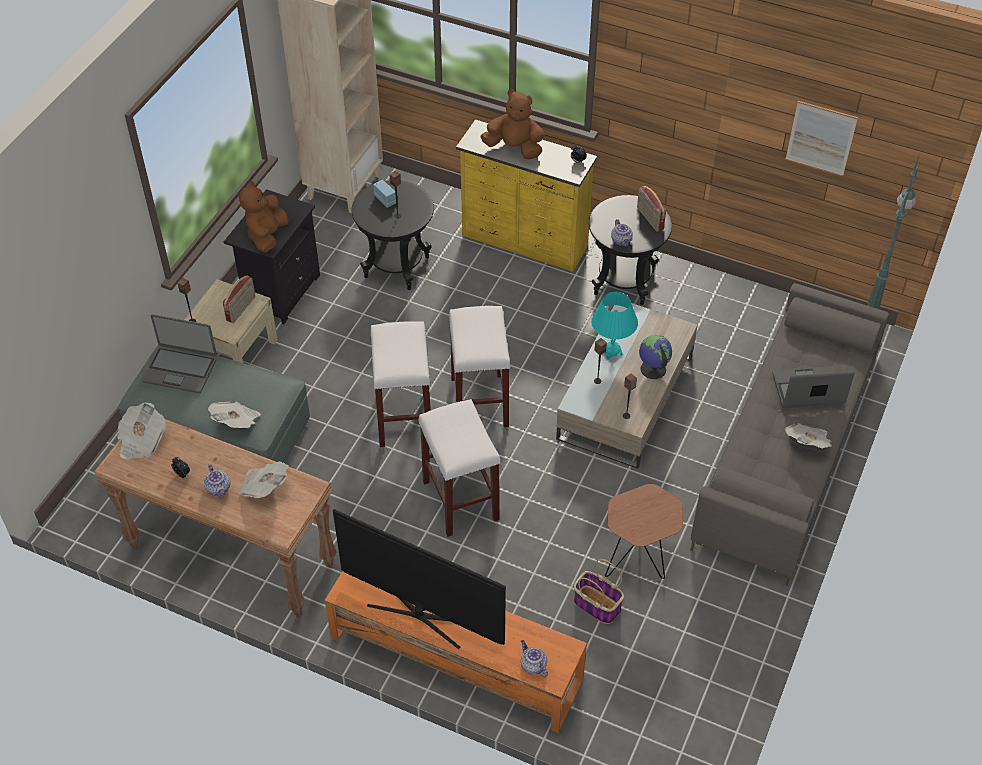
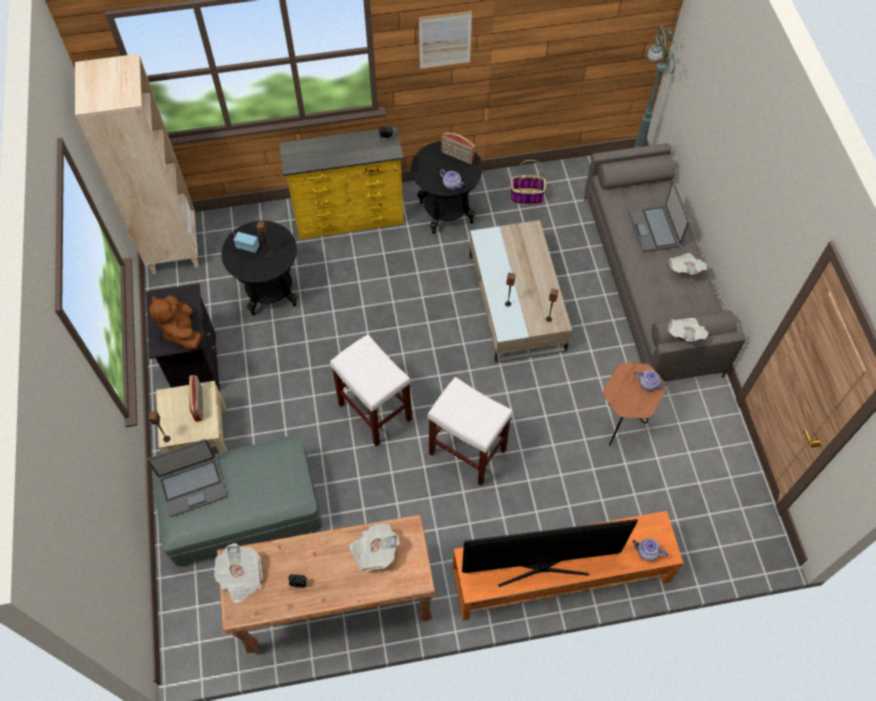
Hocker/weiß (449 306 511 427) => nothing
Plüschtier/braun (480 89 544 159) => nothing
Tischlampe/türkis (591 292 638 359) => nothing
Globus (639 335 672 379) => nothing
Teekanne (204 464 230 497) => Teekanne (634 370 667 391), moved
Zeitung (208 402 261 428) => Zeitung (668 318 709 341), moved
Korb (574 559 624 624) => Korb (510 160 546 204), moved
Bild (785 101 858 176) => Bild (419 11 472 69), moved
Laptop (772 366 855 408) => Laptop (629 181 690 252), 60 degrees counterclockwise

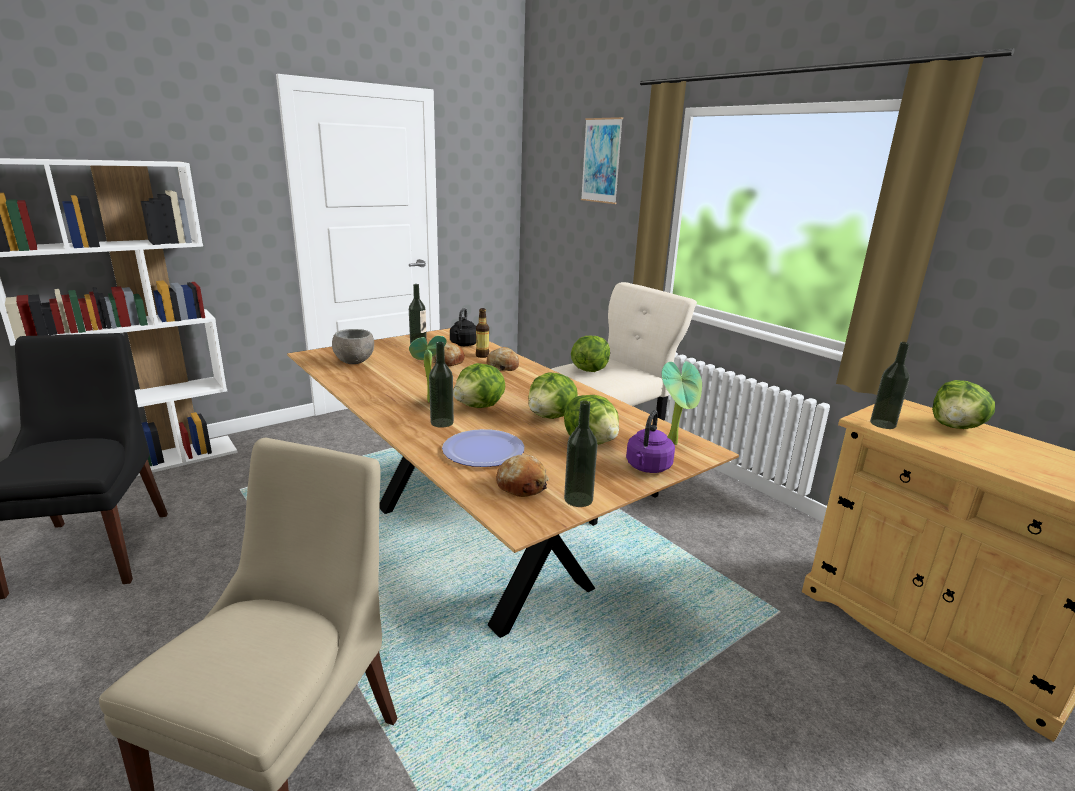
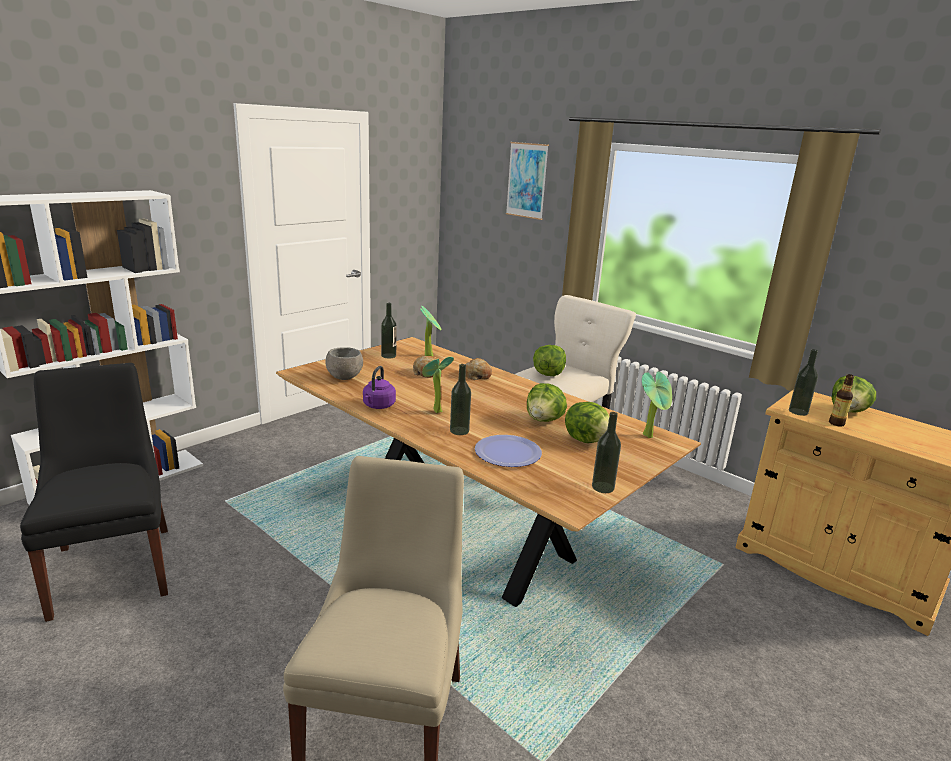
Salatkopf (453 363 505 408) => nothing
Brot (496 454 549 497) => nothing
Flasche (476 308 489 358) => Flasche (829 374 854 427), moved
Wasserkessel/lila (626 410 675 473) => Wasserkessel/lila (363 366 396 409), moved
Wasserkessel/schwarz (450 308 476 346) => Topfpflanze (420 306 442 356)

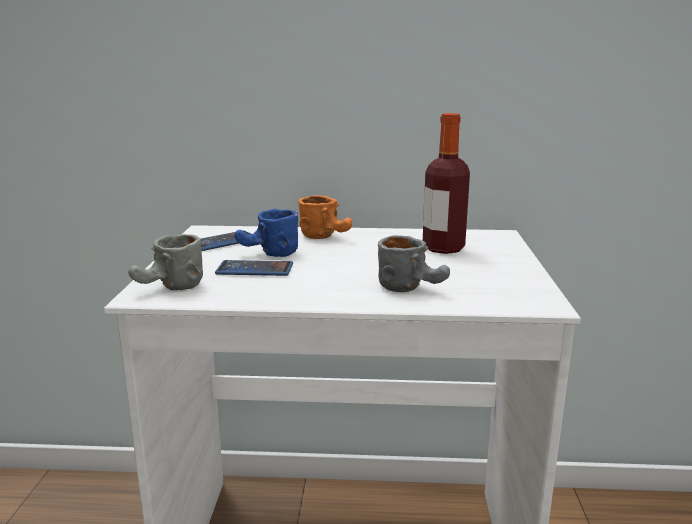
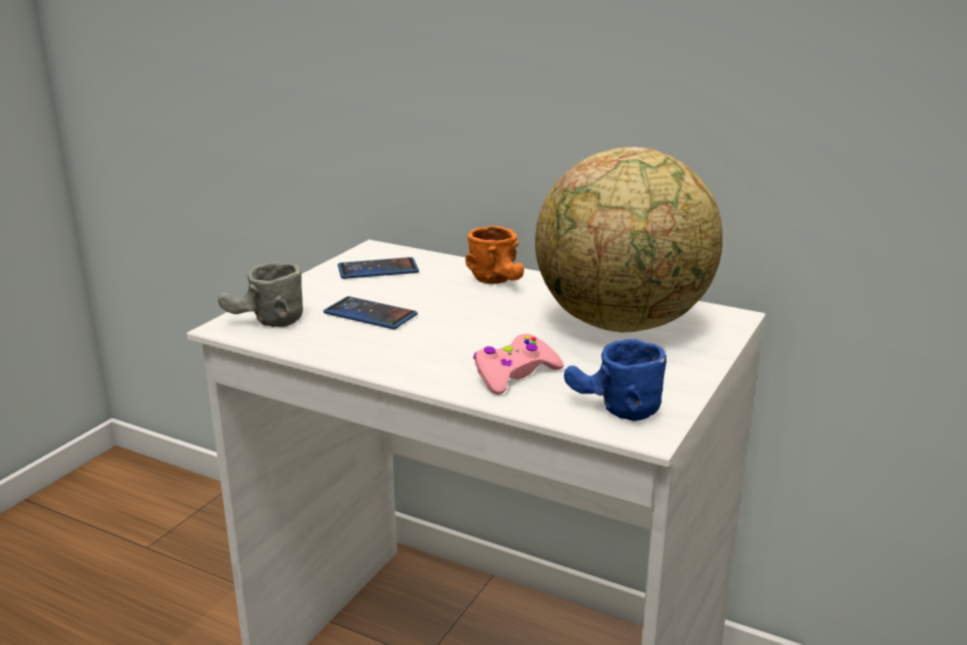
Henkelbecher/blau (235 209 298 257) => Henkelbecher/blau (564 339 667 421), moved
Henkelbecher/grau (378 235 450 292) => Gamepad/rosa (473 334 564 395)
Flasche (423 113 470 254) => Globus (535 147 723 332)

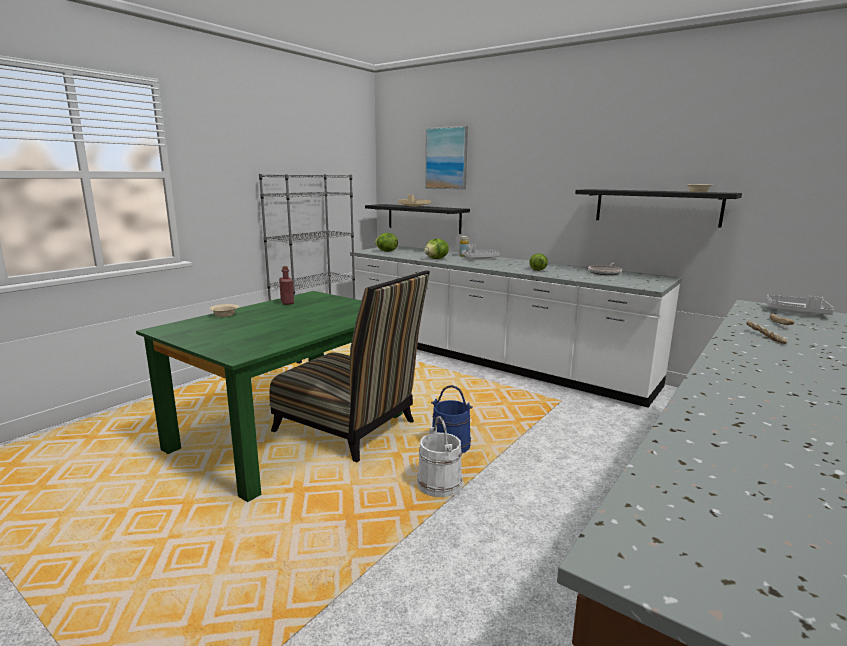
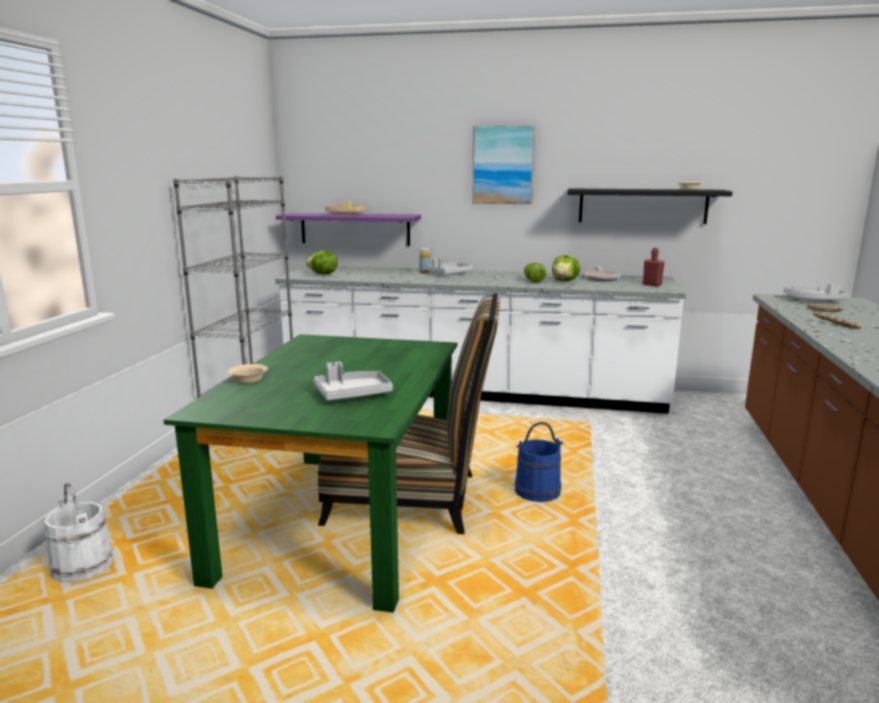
nothing => Tablett/grau (314 362 393 401)
Flasche/rot (279 266 294 305) => Flasche/rot (643 248 664 286), moved
Eimer/weiß (417 416 463 497) => Eimer/weiß (44 483 113 583), moved
Salatkopf (424 239 449 259) => Salatkopf (552 255 580 281), moved
Bild (425 126 468 190) => Bild (472 125 535 204), moved
Wandregal/schwarz (365 204 470 234) => Wandregal/lila (276 213 421 246)

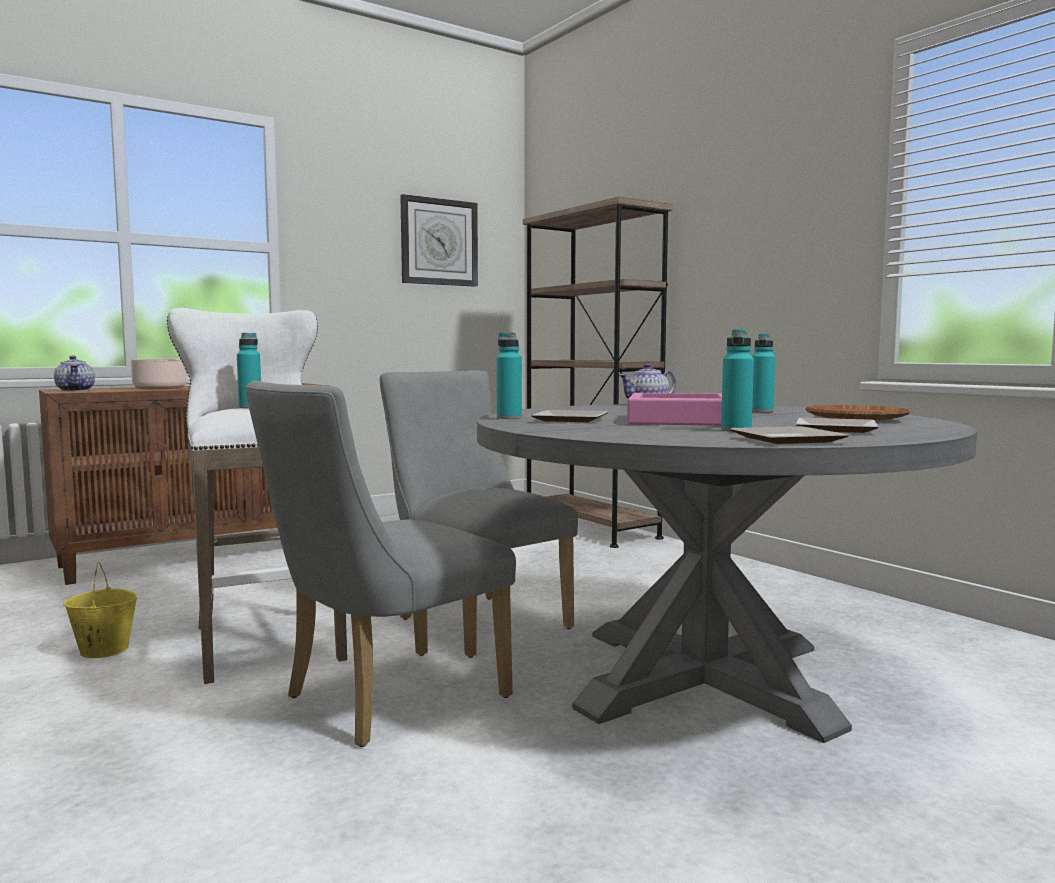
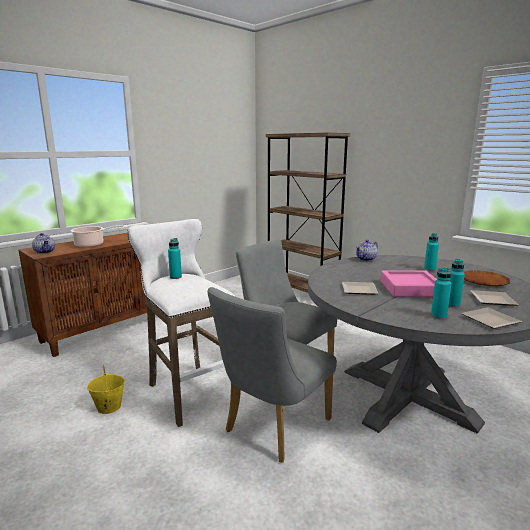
Wanduhr (400 194 478 287) => nothing
Flasche/türkis (496 332 522 419) => Flasche/türkis (431 268 452 320), moved

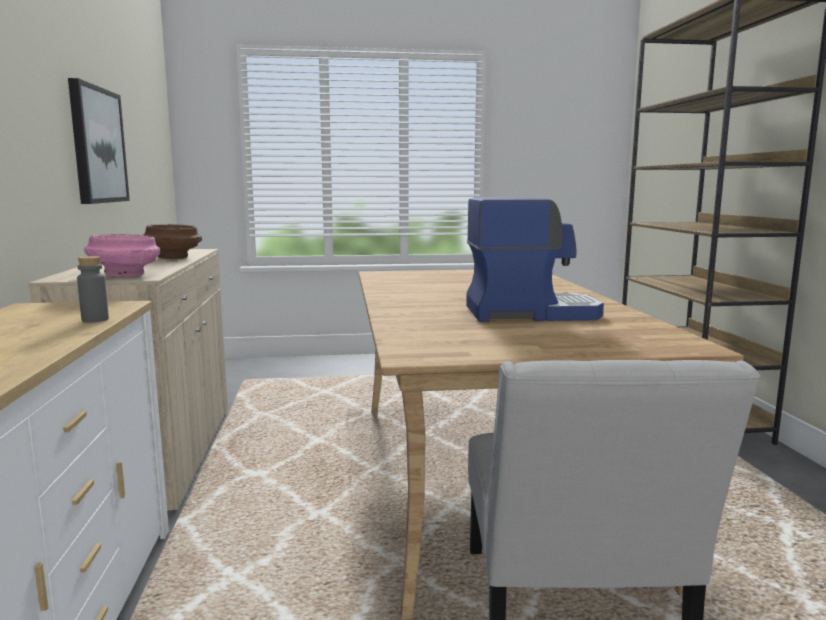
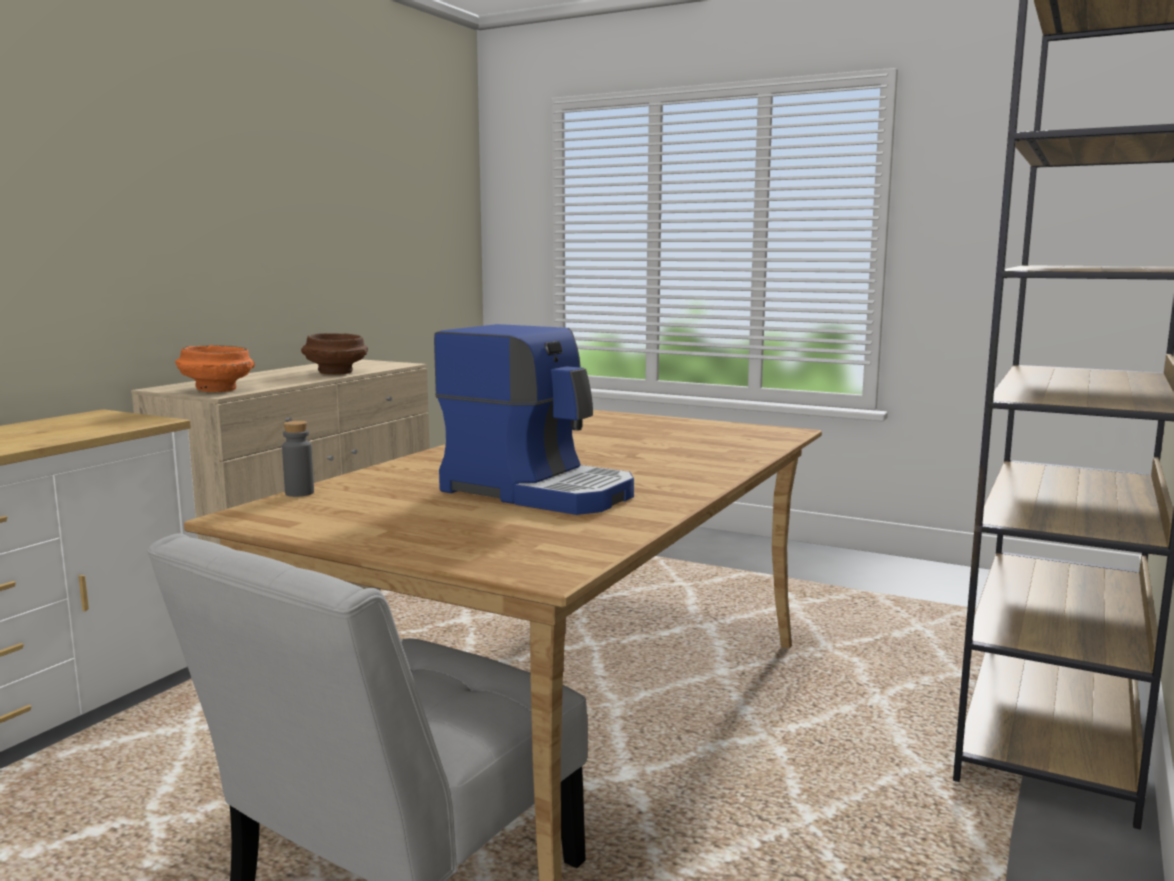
Bild (68 78 130 204) => nothing
Flasche/grau (77 256 109 323) => Flasche/grau (282 421 314 497), moved
Schüssel/rosa (84 234 160 277) => Schüssel/orange (175 345 255 392)

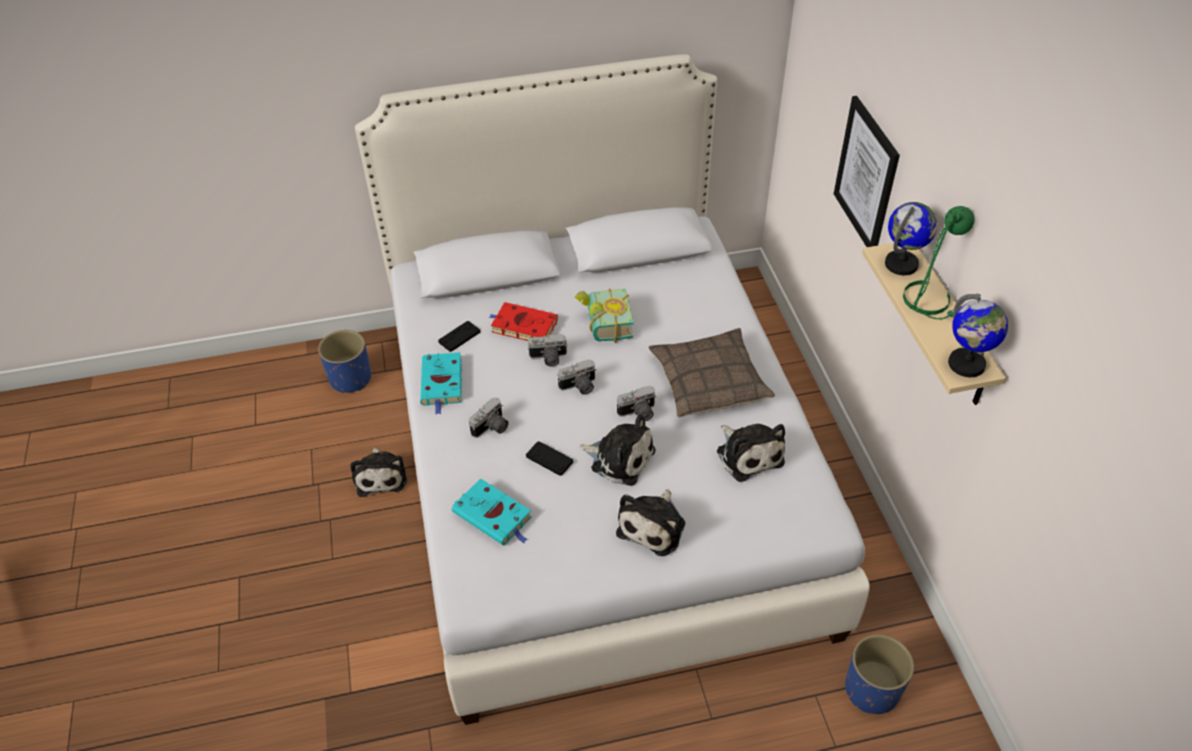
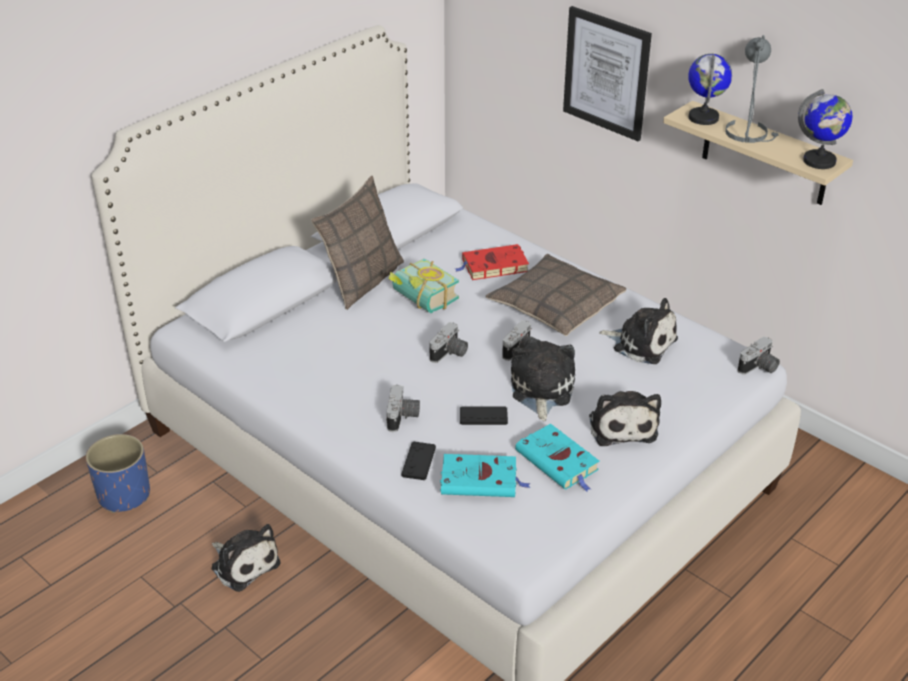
Pflanzkübel/blau (845 634 914 714) => nothing
nothing => Kissen (311 176 404 310)
Buch/türkis (420 352 462 415) => Buch/türkis (515 423 600 491), moved
Gamepad/schwarz (438 321 480 352) => Gamepad/schwarz (401 441 436 480), moved
Buch/rot (489 302 558 341) => Buch/rot (455 244 529 280), moved
Kamera (528 334 568 367) => Kamera (738 336 780 375), moved
Tischlampe/grün (903 206 975 319) => Tischlampe/grau (725 35 778 143)
Plüschtier (580 414 655 486) => Plüschtier (511 341 575 421), 75 degrees counterclockwise

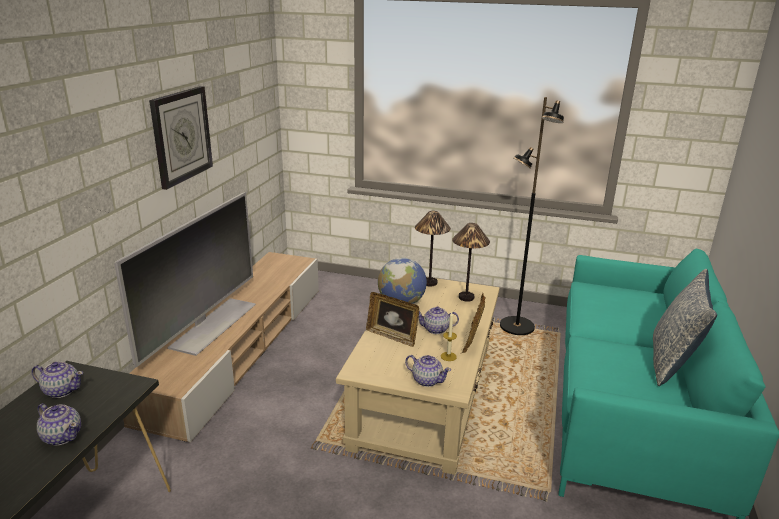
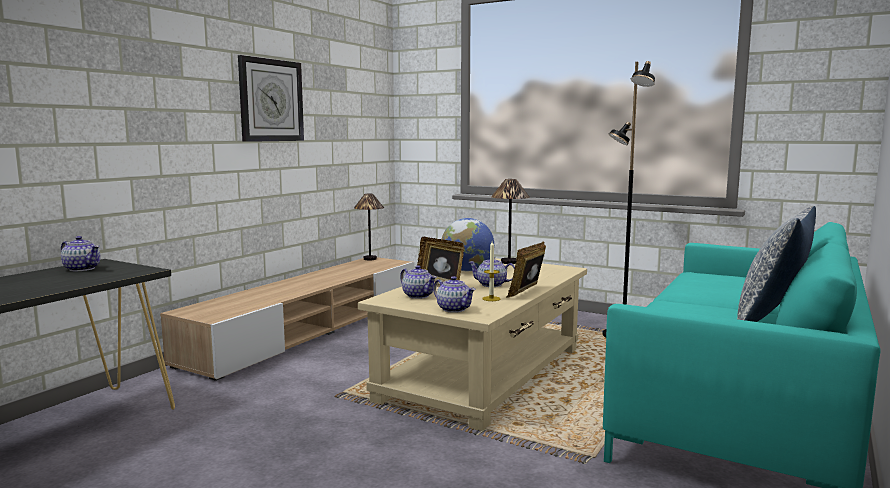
Fernseher (114 192 256 367) => nothing
Teekanne (37 403 81 445) => Teekanne (400 265 437 299), moved
Tischlampe (452 223 490 302) => Tischlampe (354 194 384 260), moved

